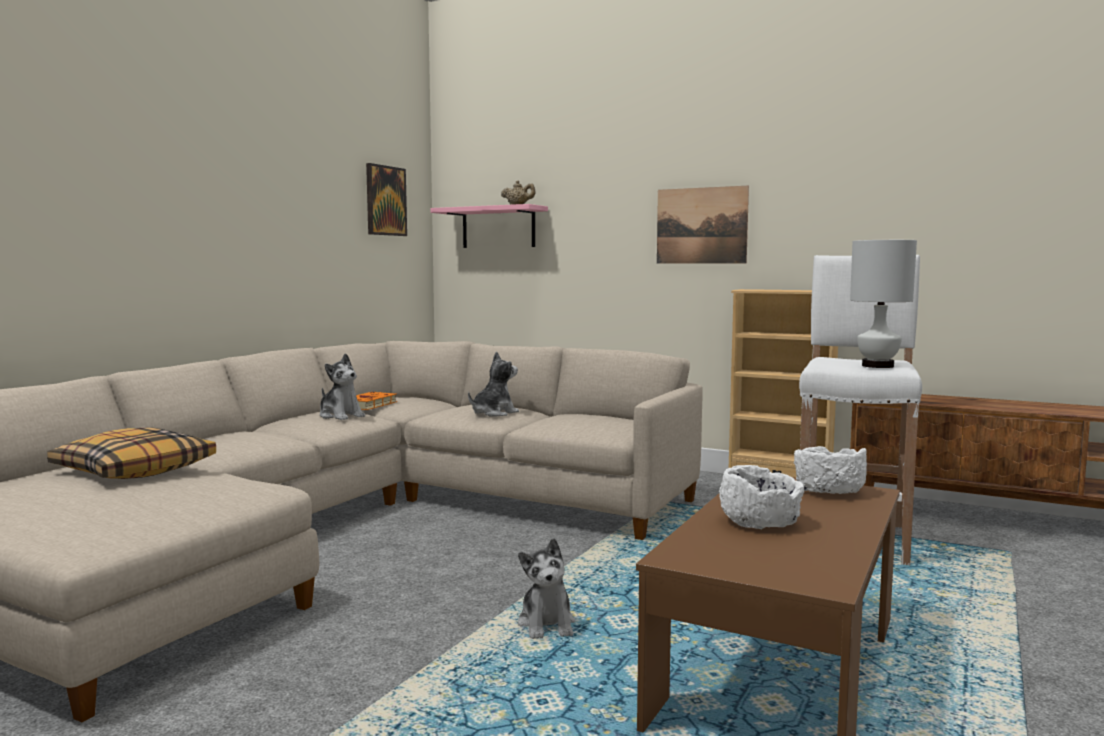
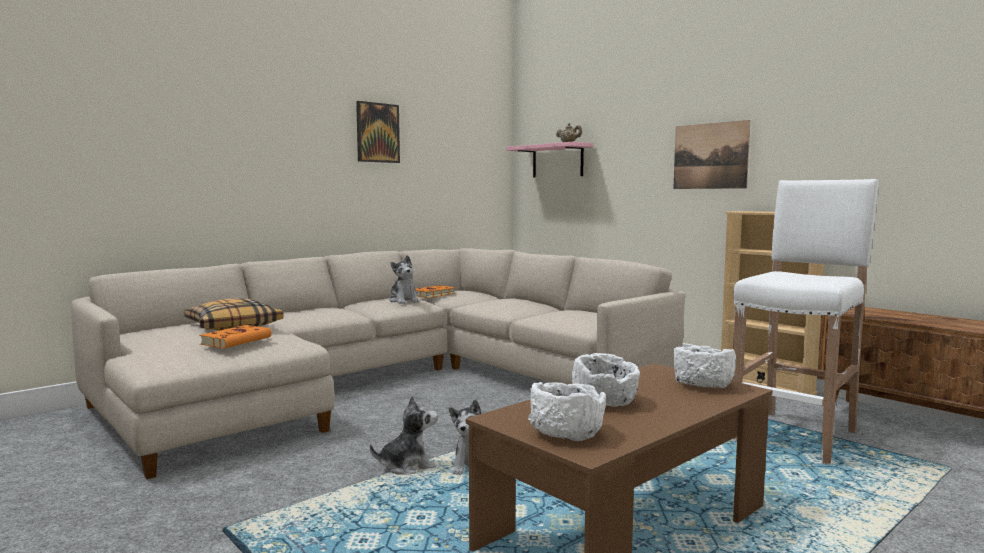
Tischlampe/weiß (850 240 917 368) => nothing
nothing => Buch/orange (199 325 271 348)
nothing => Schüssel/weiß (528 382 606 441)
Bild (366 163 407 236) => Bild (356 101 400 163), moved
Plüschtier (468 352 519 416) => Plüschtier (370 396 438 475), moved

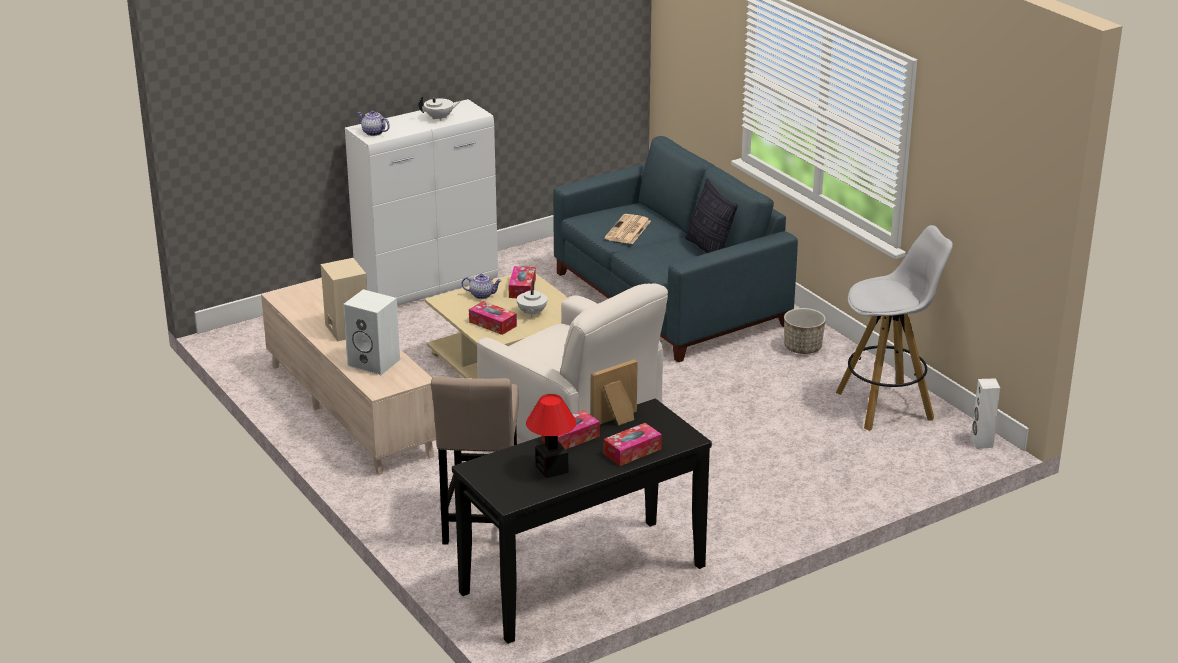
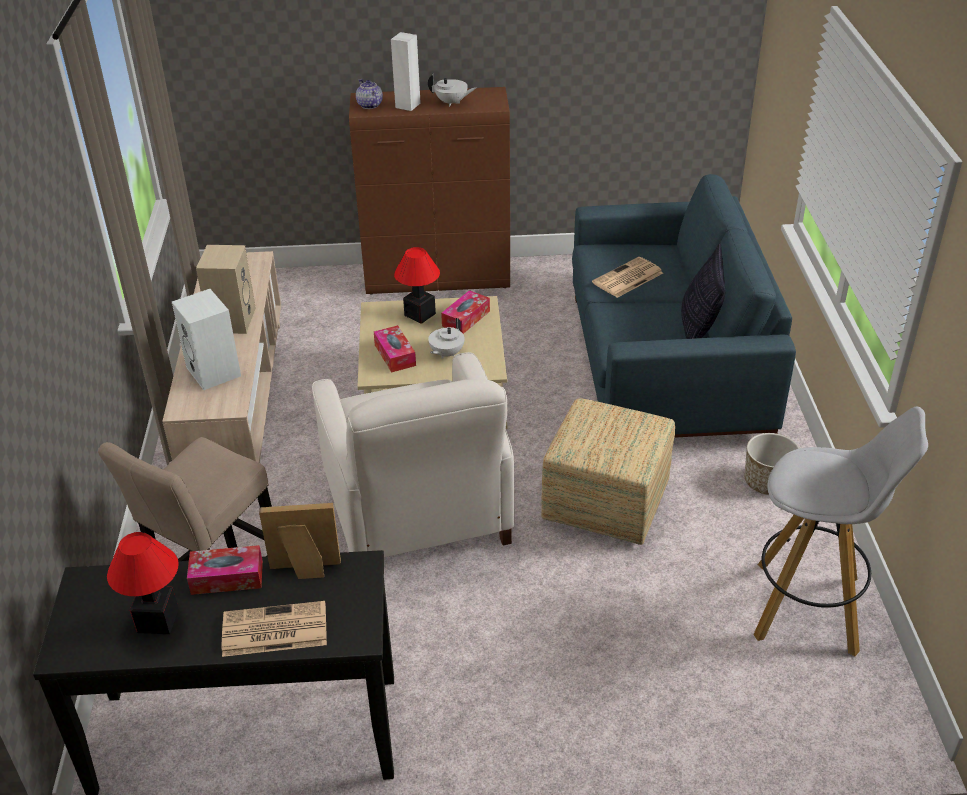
nothing => Polsterhocker (541 398 675 545)
Lautsprecher/weiß (971 378 1000 448) => Lautsprecher/weiß (391 32 421 111), moved
Teekanne (462 274 502 299) => Tischlampe (394 247 440 324)
Taschentuchbox (604 423 662 466) => Zeitung (222 601 327 657)
Schrank/weiß (345 99 498 306) => Schrank/braun (349 87 510 294)

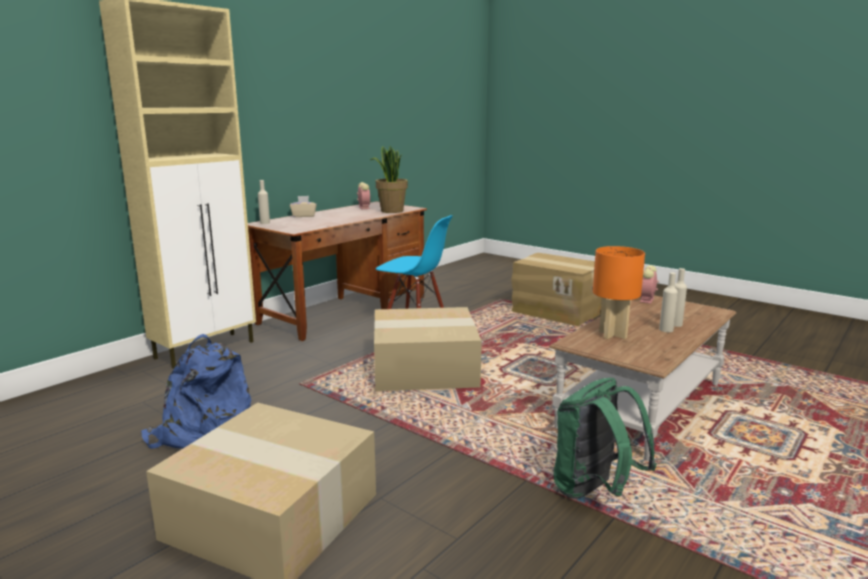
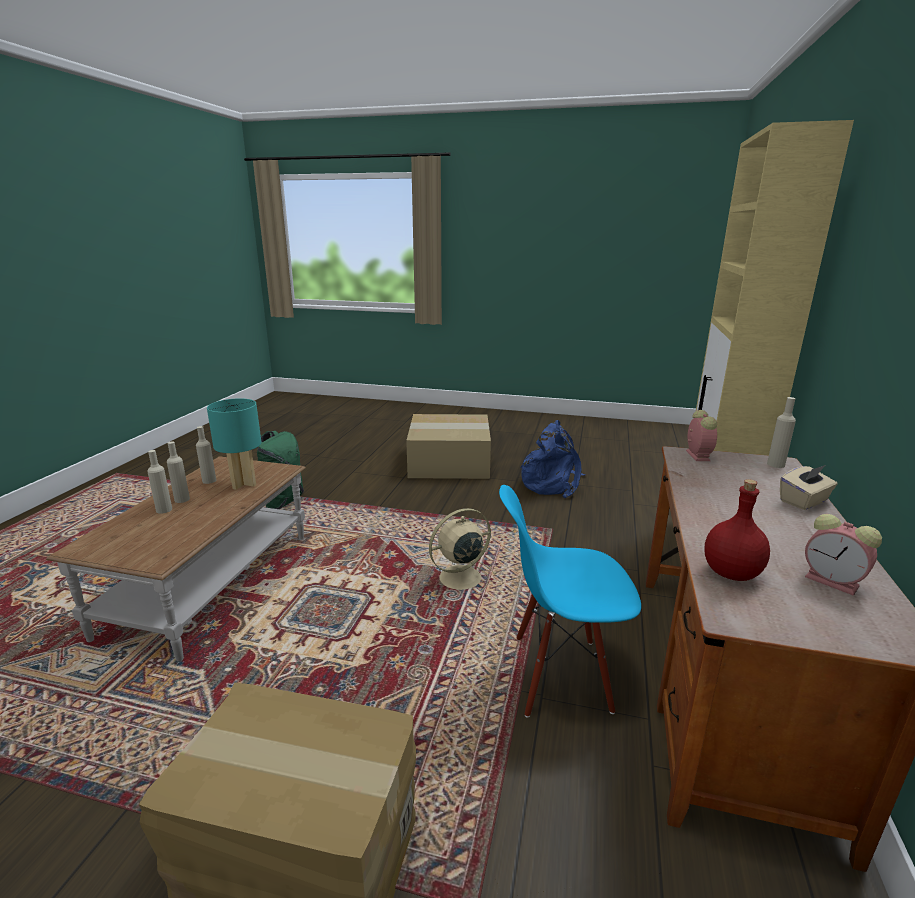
nothing => Flasche/beige (196 426 216 484)
Wecker (640 265 659 304) => Wecker (686 410 717 461), moved
Topfpflanze (371 146 408 213) => Flasche/rot (704 479 770 581)
Karton (374 307 482 391) => Ventilator/beige (429 508 497 594)
Tischlampe/orange (593 246 645 339) => Tischlampe/türkis (207 398 261 490)

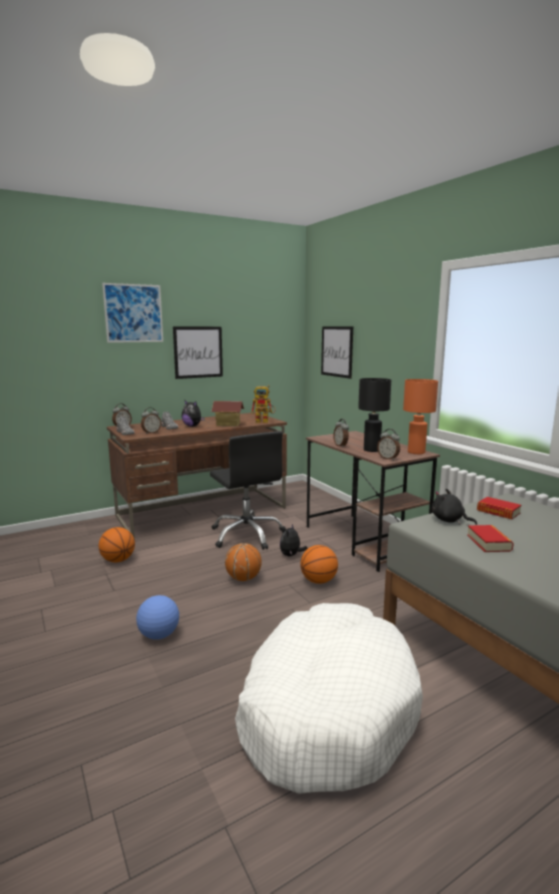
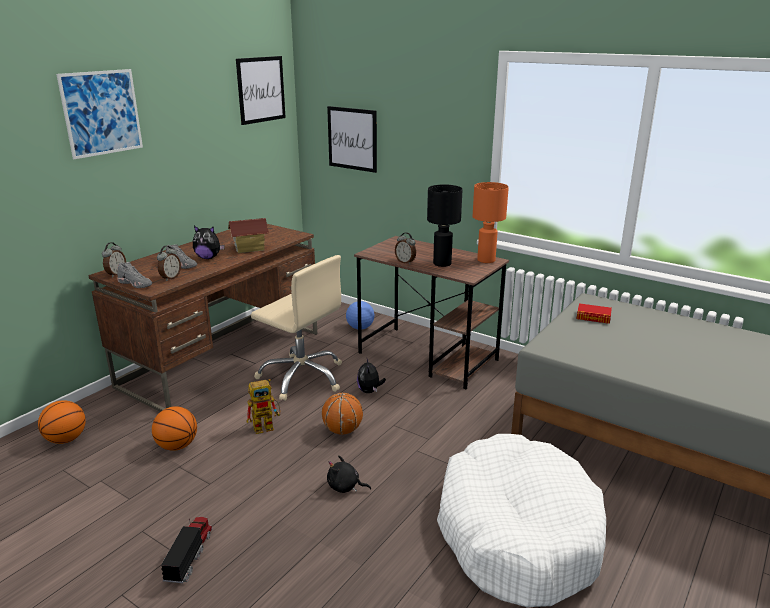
Wecker (377 429 400 461) => nothing
Buch (467 525 514 552) => nothing
nothing => Spielzeuglaster (161 517 213 583)
Fußball (136 595 179 640) => Fußball (346 301 374 330), moved
Bild (173 327 223 379) => Bild (236 56 286 125), moved
Spielzeugroboter (251 385 276 423) => Spielzeugroboter (247 379 281 434), moved
Basketball (300 545 338 584) => Basketball (38 400 86 444), moved
Plüschtier/schwarz (432 489 477 525) => Plüschtier/schwarz (327 455 371 493), moved
Bürostuhl/schwarz (210 431 286 550) => Bürostuhl/beige (251 255 342 401)

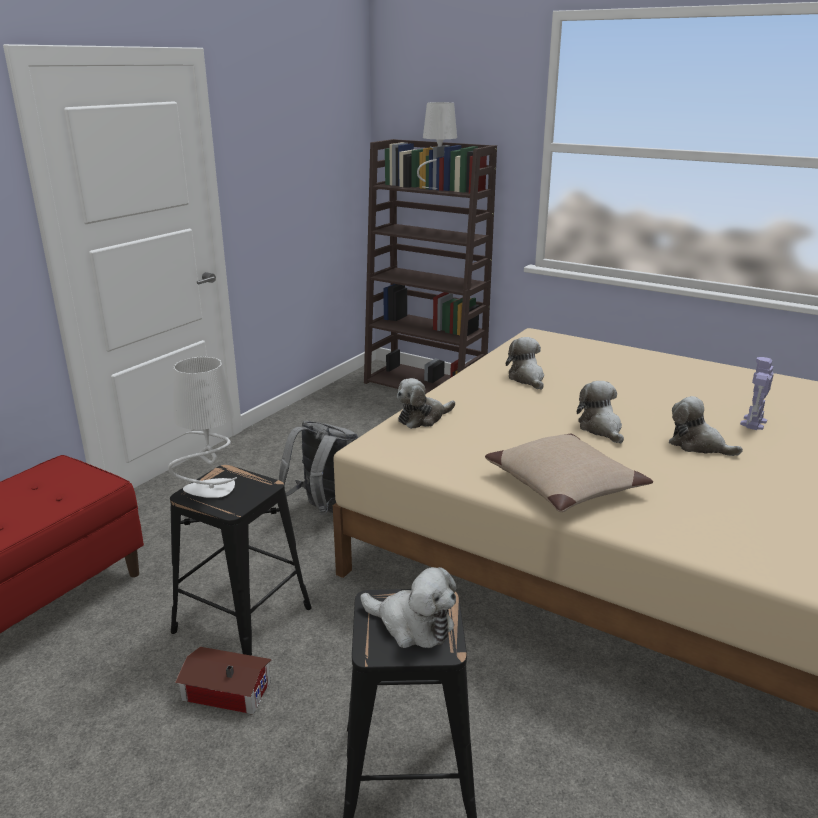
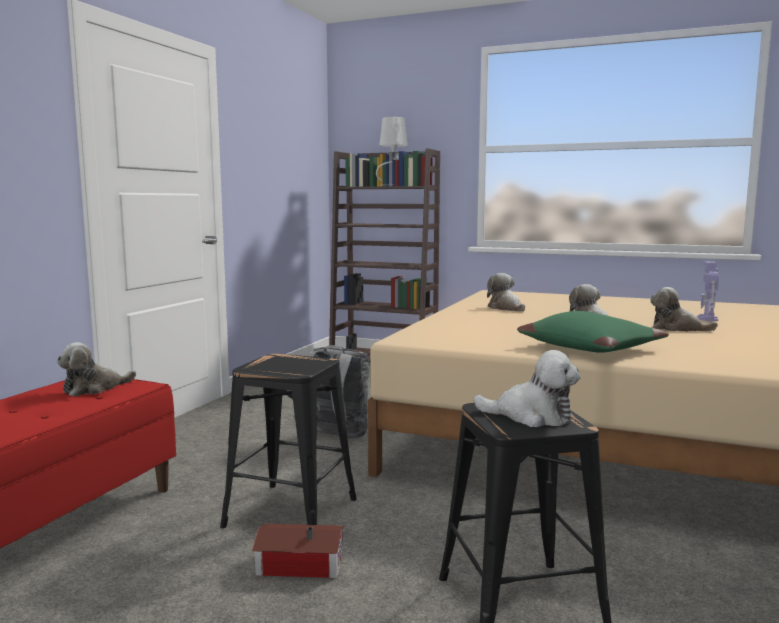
Tischlampe/weiß (168 357 237 498) => nothing
Plüschtier (397 378 455 429) => Plüschtier (57 342 136 397), moved
Kissen/beige (485 434 653 512) => Kissen/grün (517 311 669 353)

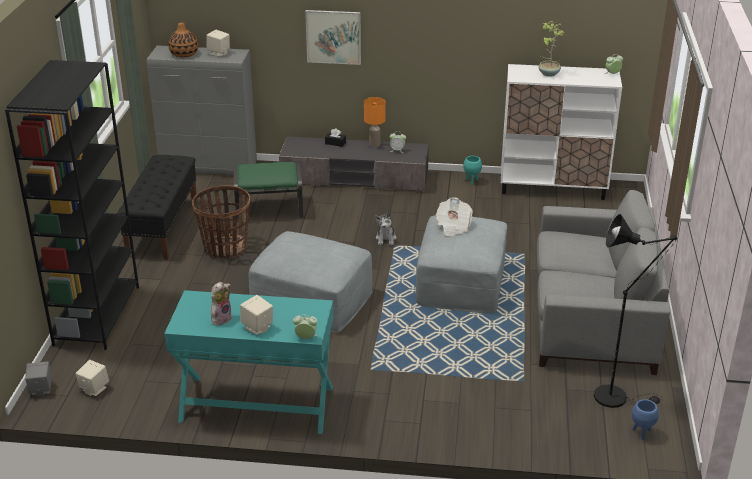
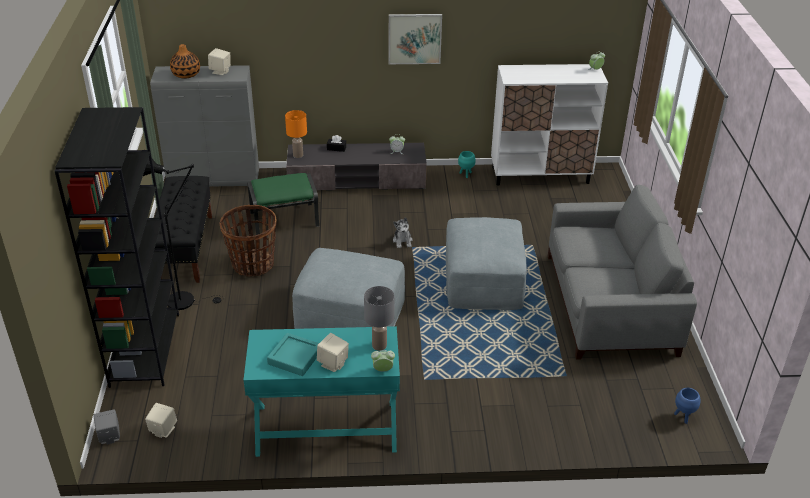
Zeitung (435 197 473 236) => nothing
Topfpflanze (538 21 565 77) => nothing
nothing => Tischlampe/grau (364 286 395 351)
Bild (305 10 361 65) => Bild (389 14 442 64), moved
Tischlampe/orange (364 97 386 147) => Tischlampe/orange (285 110 307 158), moved
Stehlampe/schwarz (594 214 678 408) => Stehlampe/schwarz (143 158 222 310), moved
Plüschtier (211 282 232 326) => Tablett/türkis (267 333 319 376)

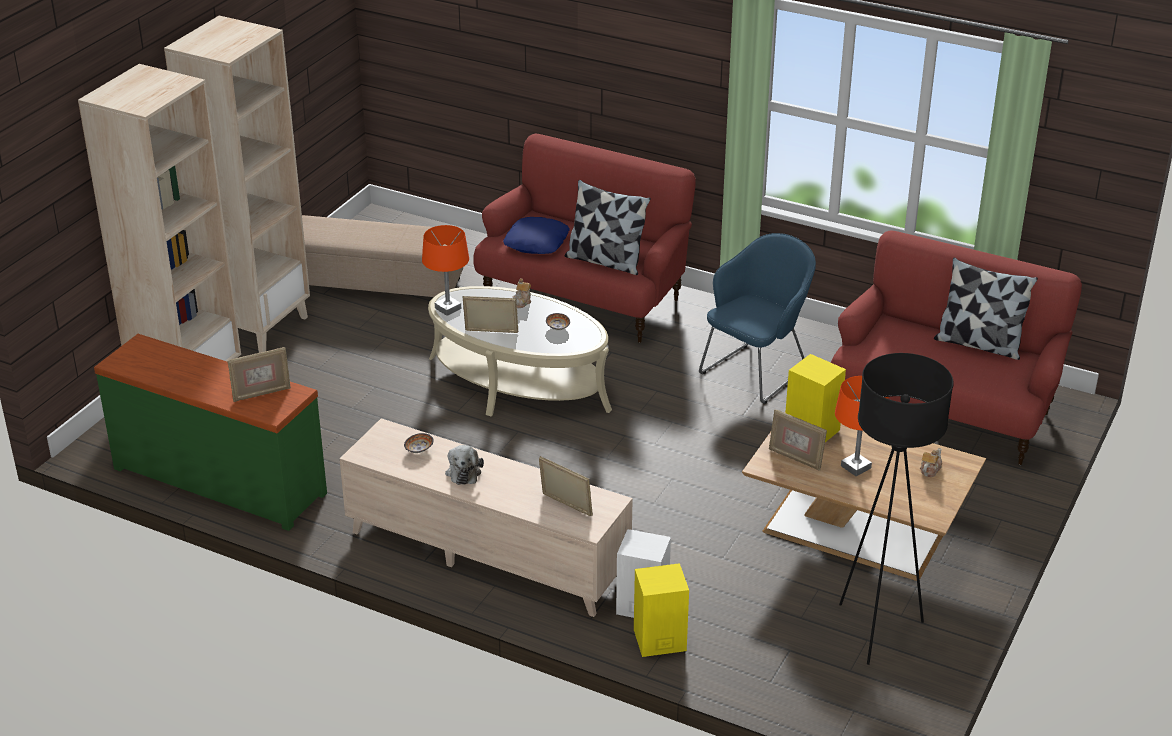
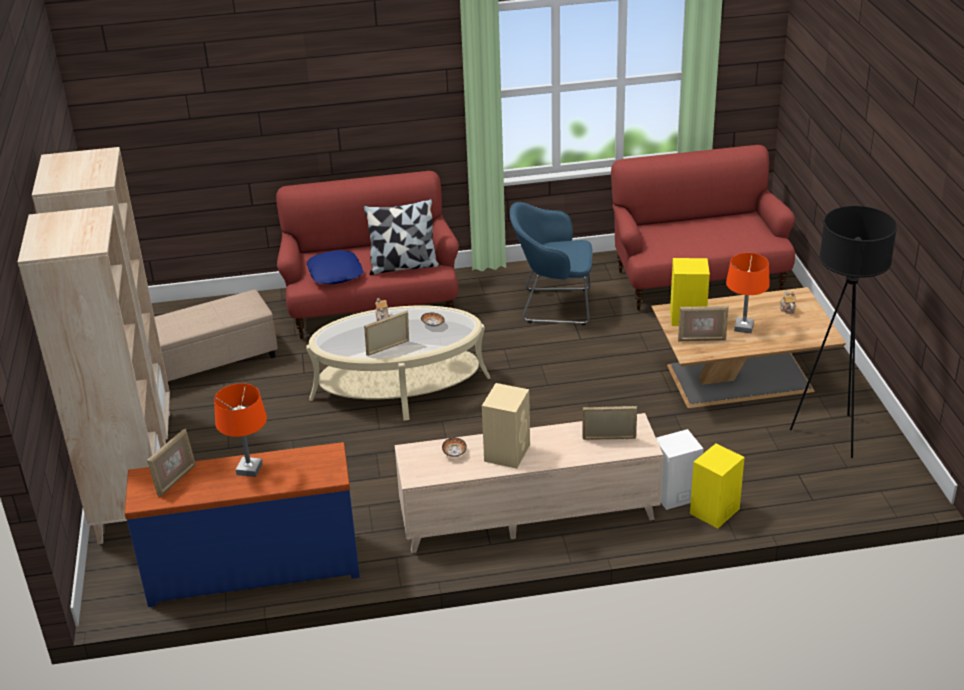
Kissen (934 257 1038 360) => nothing
Bilderrahmen (227 347 291 402) => Bilderrahmen (147 428 196 498), moved
Tischlampe/orange (422 225 469 316) => Tischlampe/orange (214 383 267 477), moved
Plüschtier (445 445 484 485) => Lautsprecher/beige (482 383 530 469)
Kommode/grün (94 334 327 531) => Kommode/blau (124 442 360 607)
Sessel/blau (699 233 816 404) => Sessel/blau (510 202 593 326), 90 degrees counterclockwise

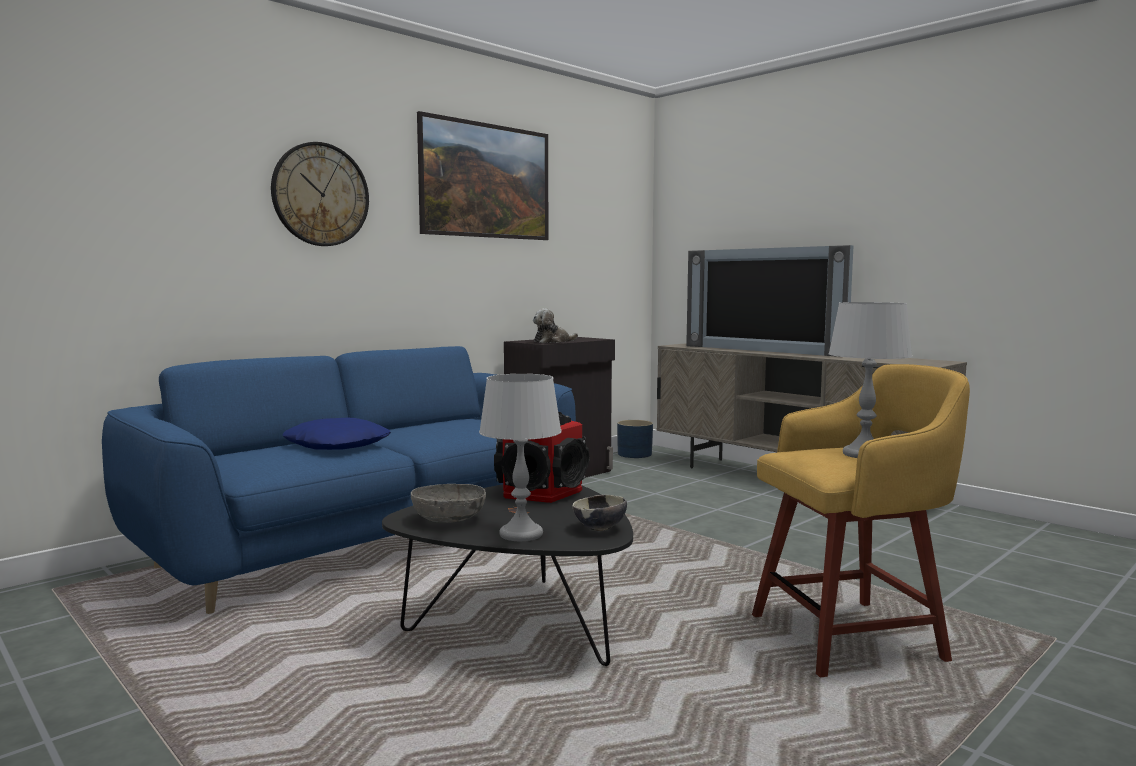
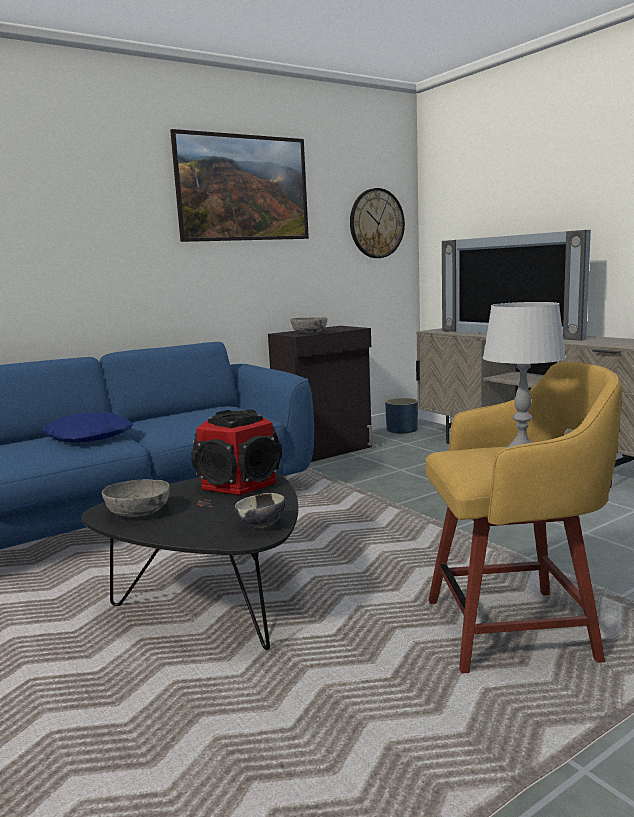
Tischlampe/grau (479 374 561 541) => nothing
Wanduhr (271 142 369 246) => Wanduhr (350 188 405 258), moved
Plüschtier (533 309 578 343) => Schüssel/grau (290 317 327 333)

